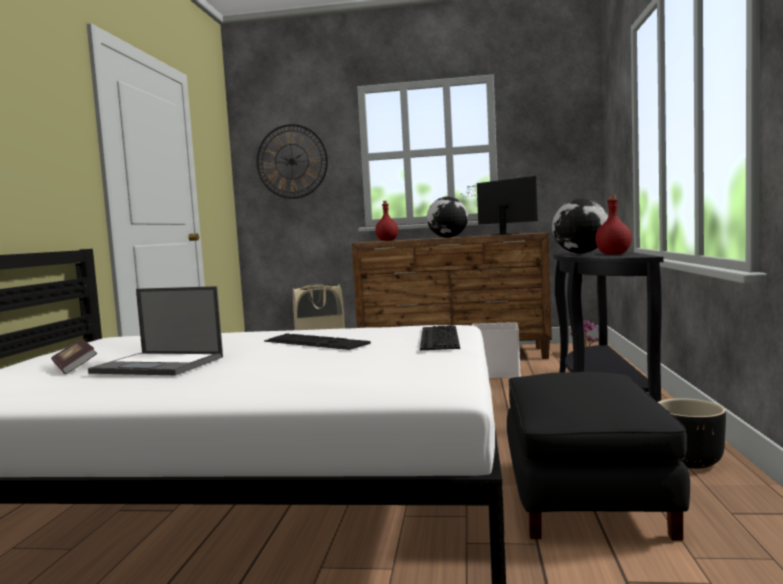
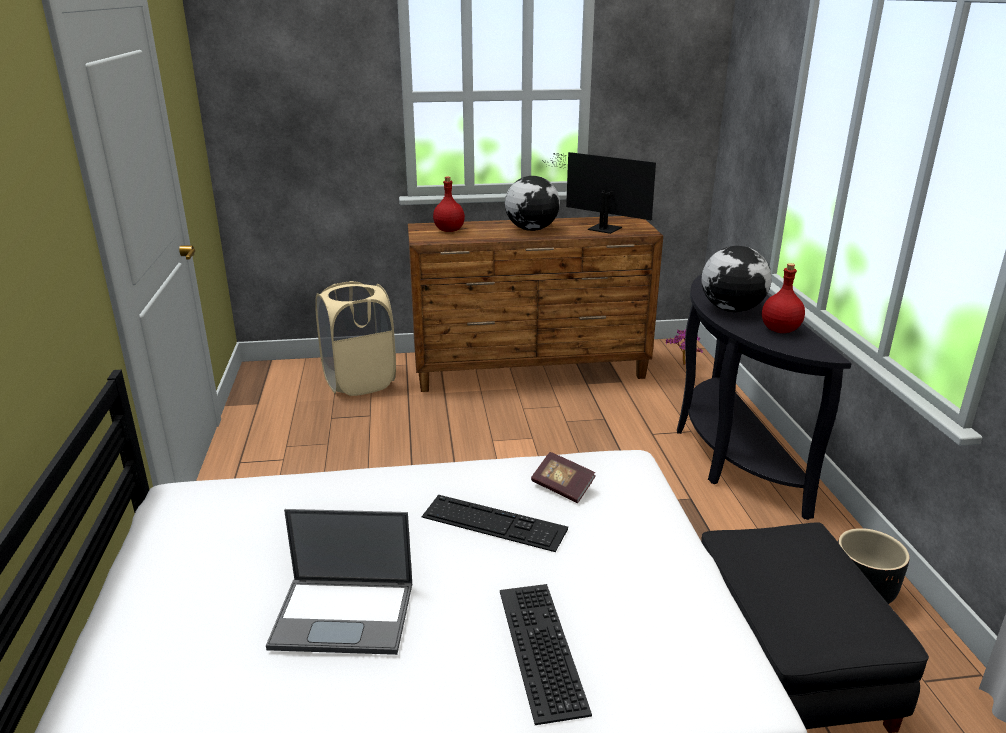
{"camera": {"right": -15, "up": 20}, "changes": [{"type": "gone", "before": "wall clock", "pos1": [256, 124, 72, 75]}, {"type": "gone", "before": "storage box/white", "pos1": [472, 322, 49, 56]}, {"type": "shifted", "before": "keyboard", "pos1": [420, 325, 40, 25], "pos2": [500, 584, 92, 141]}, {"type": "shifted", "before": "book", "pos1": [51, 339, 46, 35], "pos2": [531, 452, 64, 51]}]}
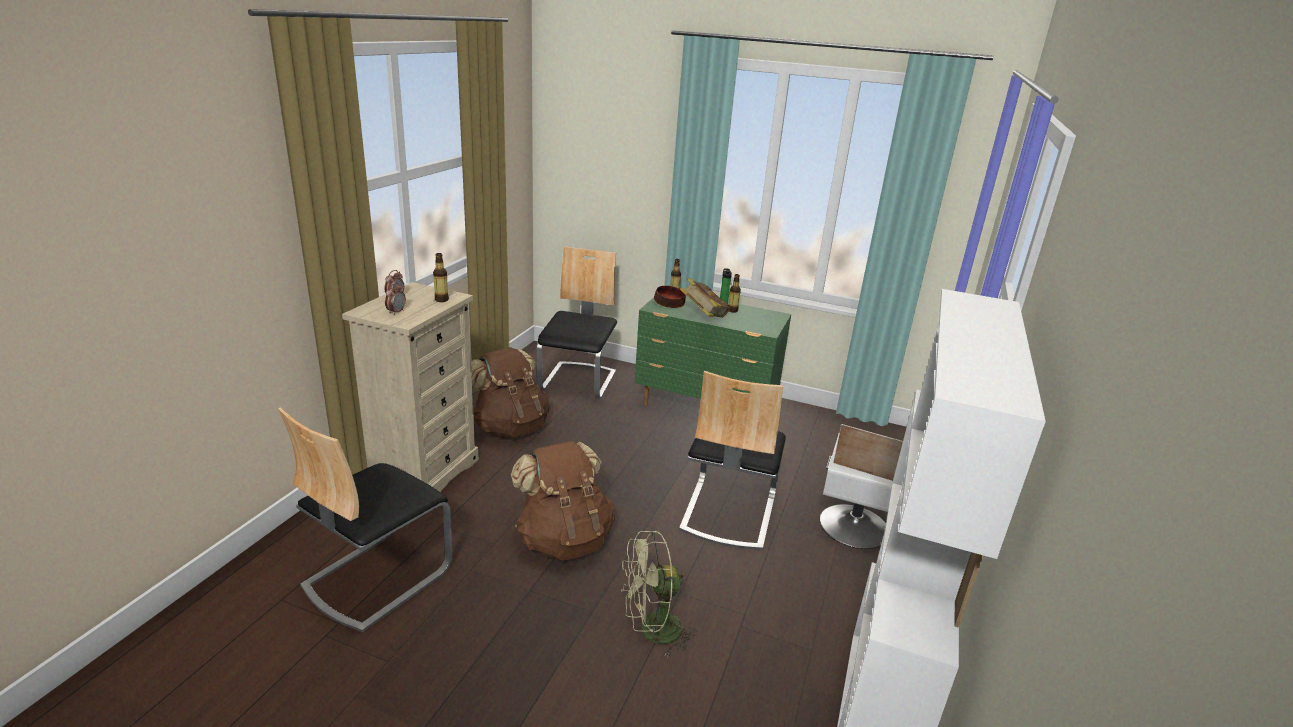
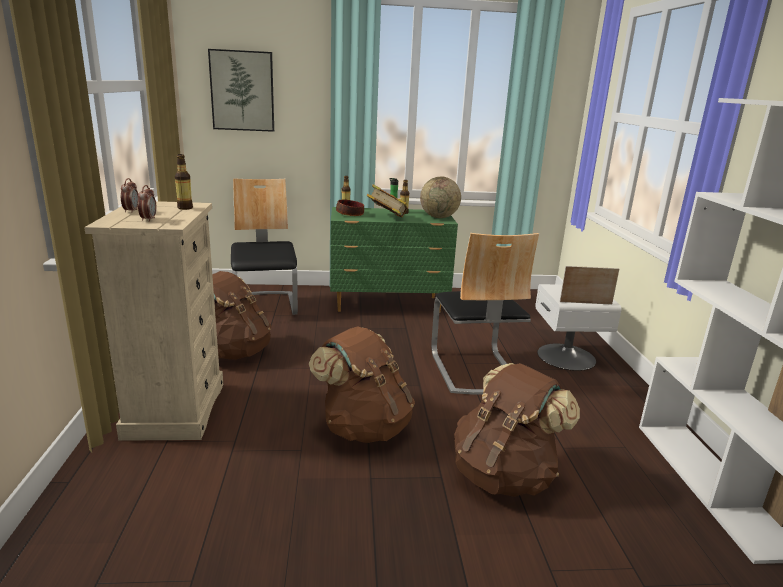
{"camera": {"right": -25, "up": -5}, "changes": [{"type": "gone", "before": "chair", "pos1": [278, 407, 174, 225]}, {"type": "swapped", "before": "fan/green", "after": "backpack/brown", "pos1": [621, 531, 76, 126], "pos2": [454, 363, 126, 134]}, {"type": "new", "after": "picture", "pos2": [208, 49, 66, 83]}, {"type": "new", "after": "globe", "pos2": [420, 176, 41, 42]}]}
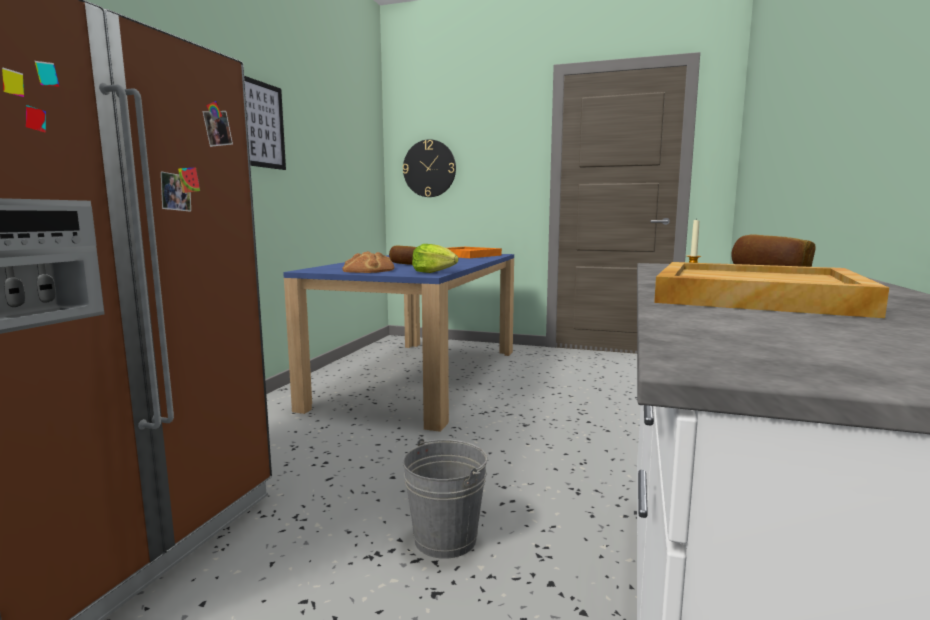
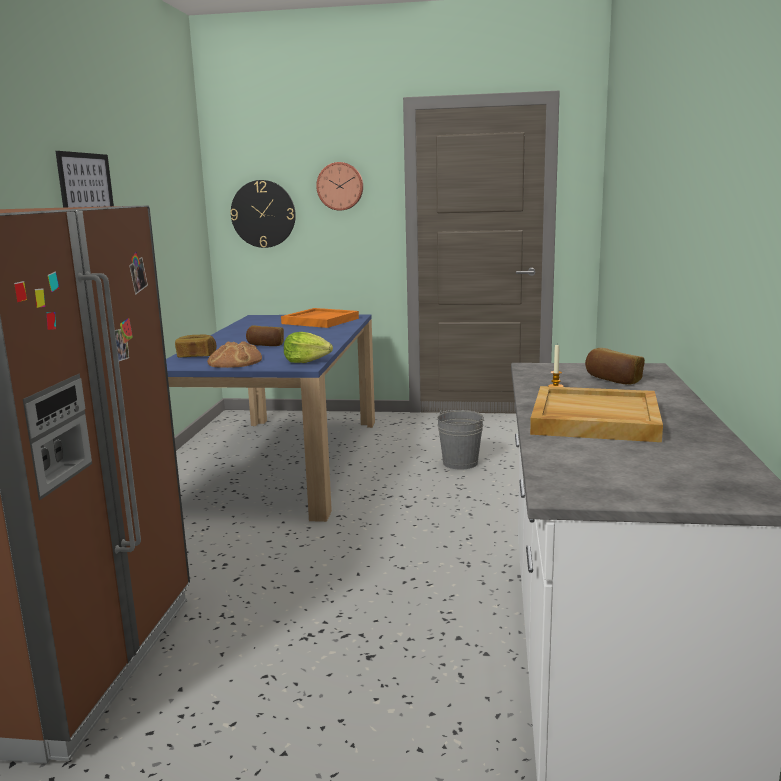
{"camera": {"right": -10, "up": 5}, "changes": [{"type": "shifted", "before": "bucket/grey", "pos1": [403, 438, 85, 121], "pos2": [437, 410, 47, 60]}, {"type": "new", "after": "wall clock", "pos2": [316, 162, 47, 49]}, {"type": "new", "after": "bread", "pos2": [175, 334, 41, 24]}]}
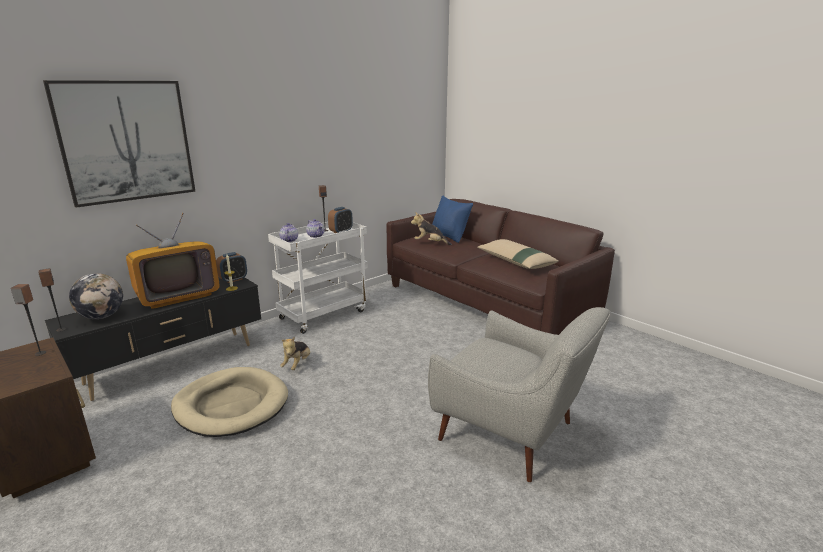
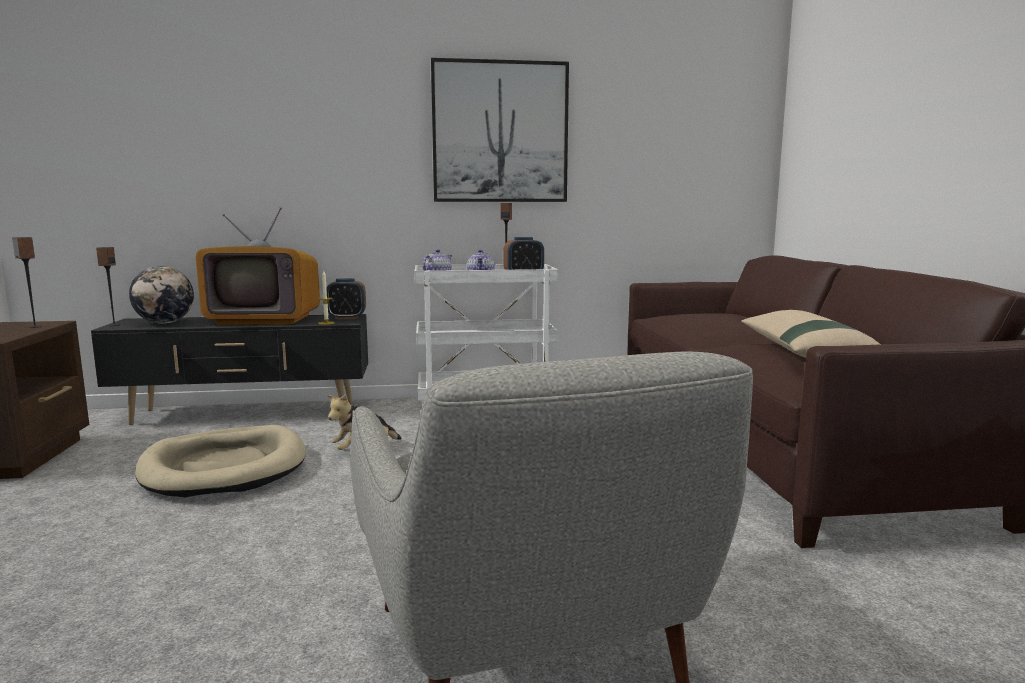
{"camera": {"right": 35, "up": -10}, "changes": [{"type": "shifted", "before": "picture", "pos1": [43, 80, 153, 128], "pos2": [431, 58, 138, 144]}, {"type": "gone", "before": "pillow/blue", "pos1": [432, 195, 41, 48]}, {"type": "gone", "before": "plush toy", "pos1": [411, 212, 41, 33]}]}
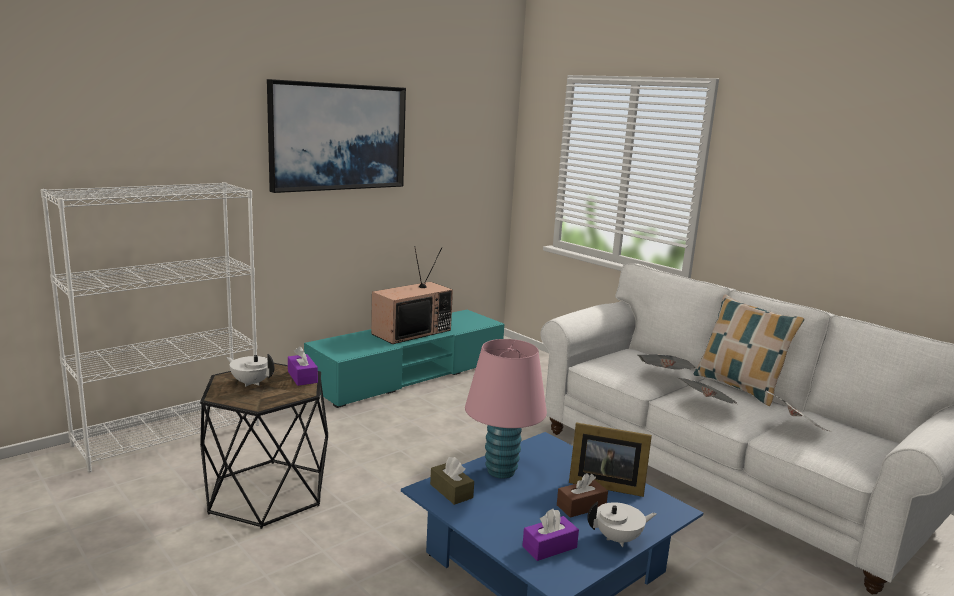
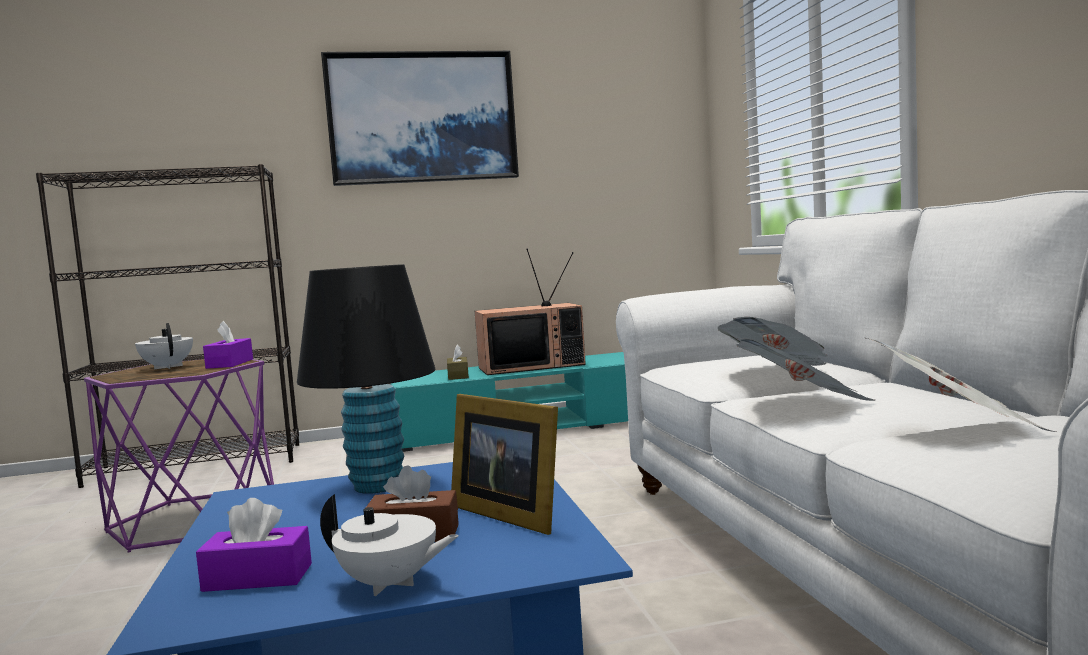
{"camera": {"right": 30, "up": -10}, "changes": [{"type": "repainted", "before": "bookcase/white", "after": "bookcase/black", "pos1": [40, 182, 219, 290], "pos2": [36, 164, 263, 324]}, {"type": "gone", "before": "pillow", "pos1": [694, 294, 110, 112]}, {"type": "repainted", "before": "table lamp/pink", "after": "table lamp/black", "pos1": [465, 339, 82, 140], "pos2": [297, 264, 139, 230]}, {"type": "repainted", "before": "side table/black", "after": "side table/purple", "pos1": [200, 363, 128, 166], "pos2": [84, 359, 190, 193]}, {"type": "shifted", "before": "tissue box/brown", "pos1": [430, 457, 44, 48], "pos2": [447, 344, 22, 36]}]}
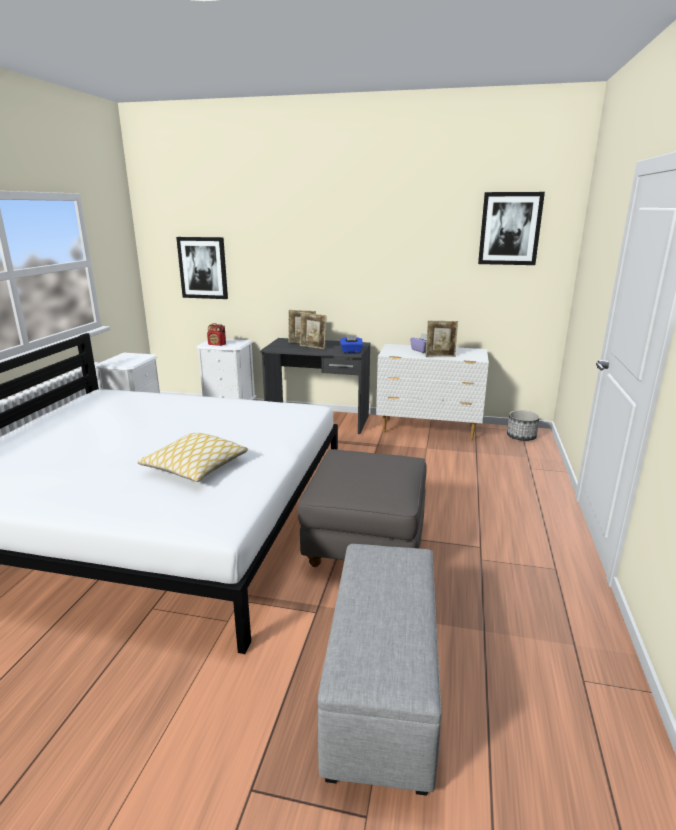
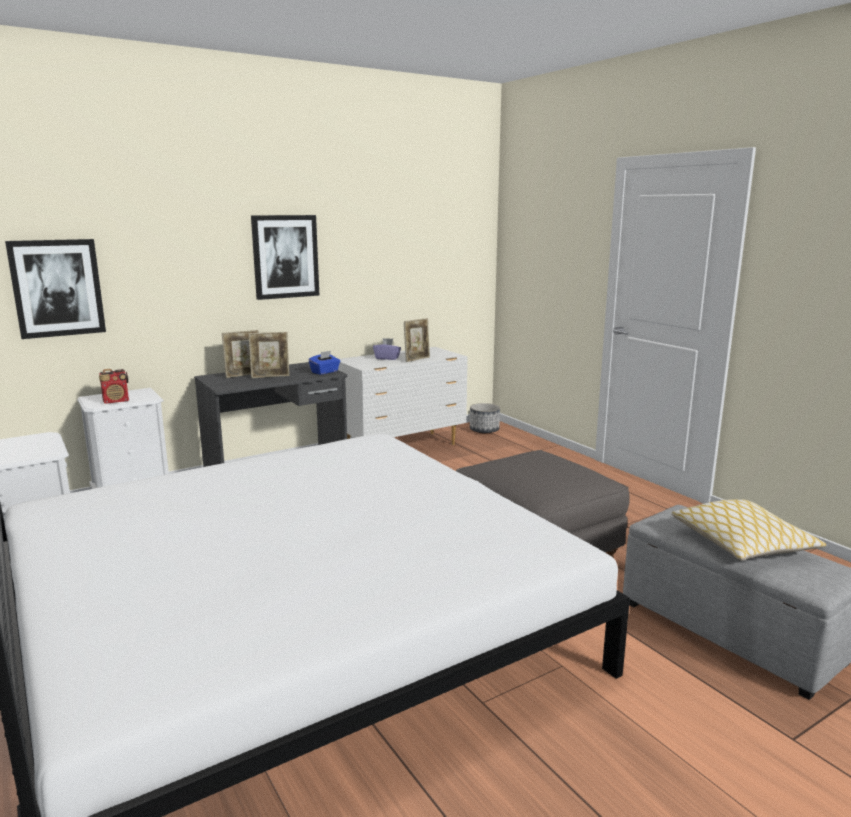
{"camera": {"right": -45, "up": -5}, "changes": [{"type": "shifted", "before": "picture", "pos1": [478, 192, 67, 73], "pos2": [251, 215, 68, 85]}, {"type": "shifted", "before": "pillow", "pos1": [138, 433, 110, 49], "pos2": [671, 499, 156, 61]}]}
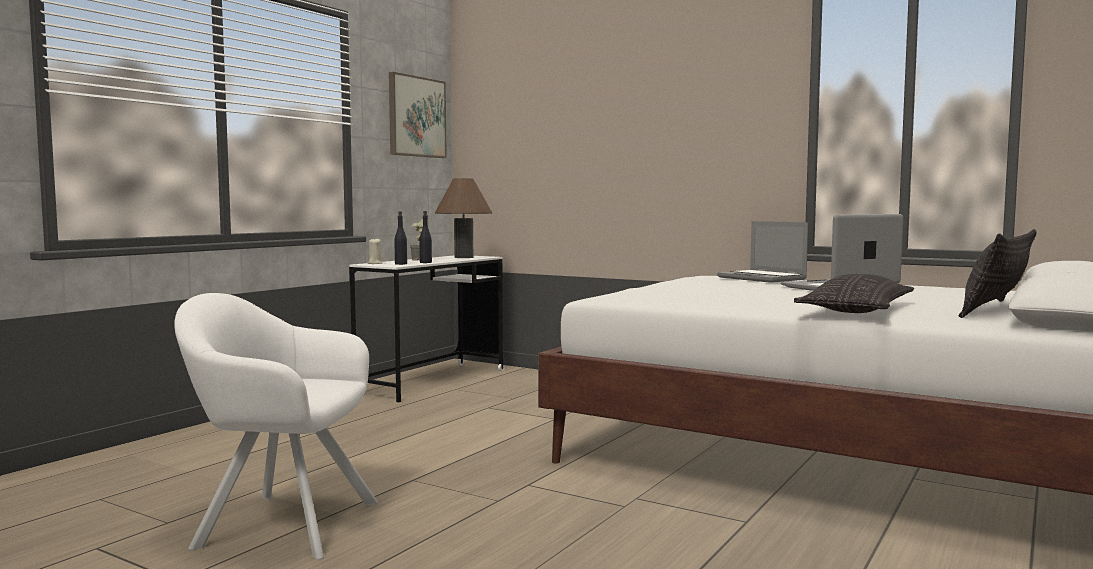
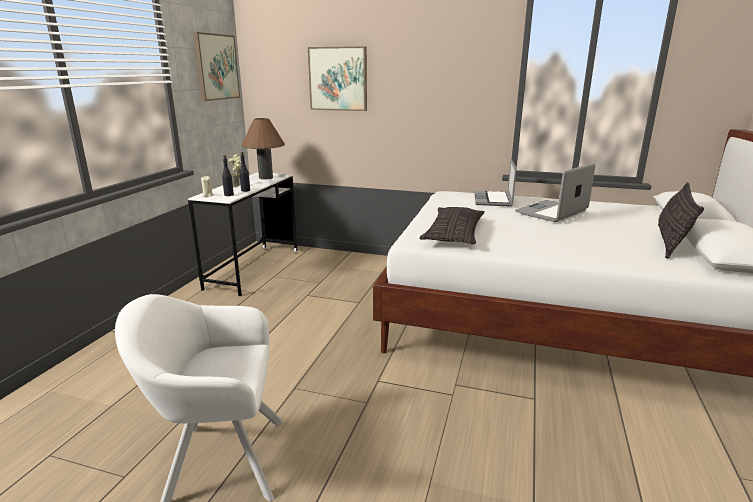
{"camera": {"right": -15, "up": 15}, "changes": [{"type": "rotated", "before": "laptop", "pos1": [717, 221, 91, 62], "pos2": [474, 159, 43, 48], "turn": 60}, {"type": "shifted", "before": "pillow", "pos1": [794, 274, 120, 39], "pos2": [420, 207, 65, 37]}, {"type": "new", "after": "picture", "pos2": [308, 46, 59, 65]}]}
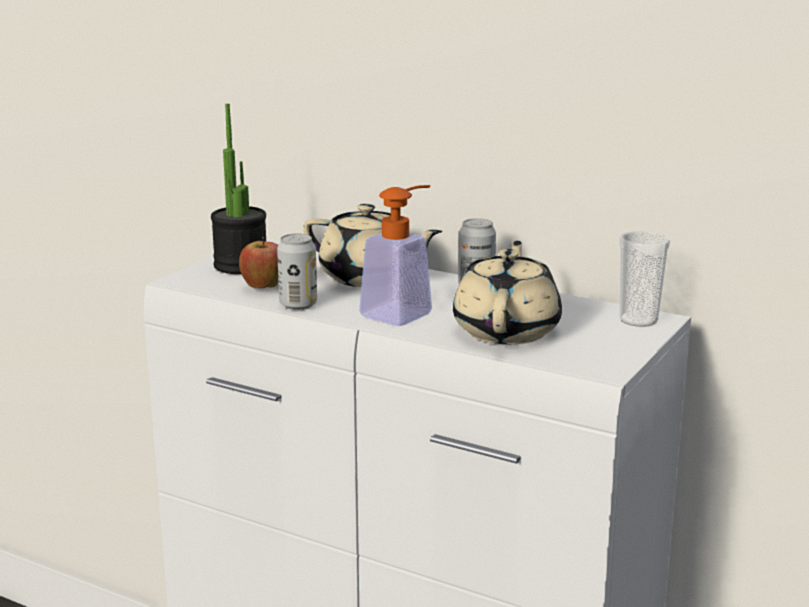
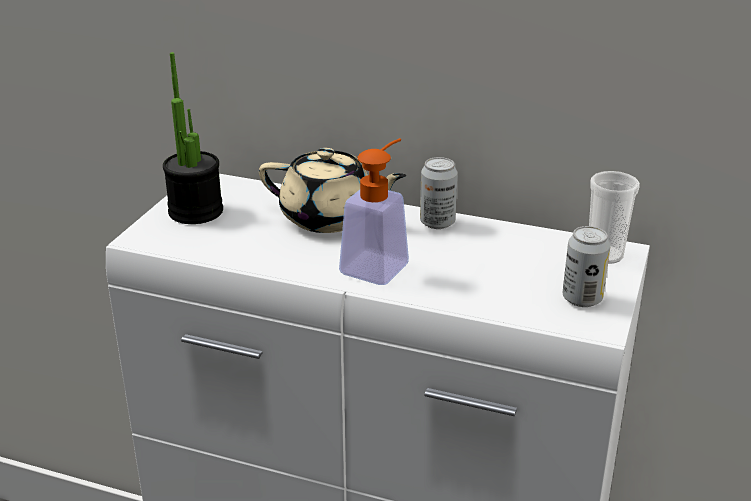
{"camera": {"right": -10, "up": 10}, "changes": [{"type": "shifted", "before": "can", "pos1": [277, 233, 40, 77], "pos2": [563, 226, 47, 81]}, {"type": "gone", "before": "apple", "pos1": [239, 236, 39, 52]}, {"type": "gone", "before": "teapot/beige", "pos1": [453, 241, 109, 103]}]}
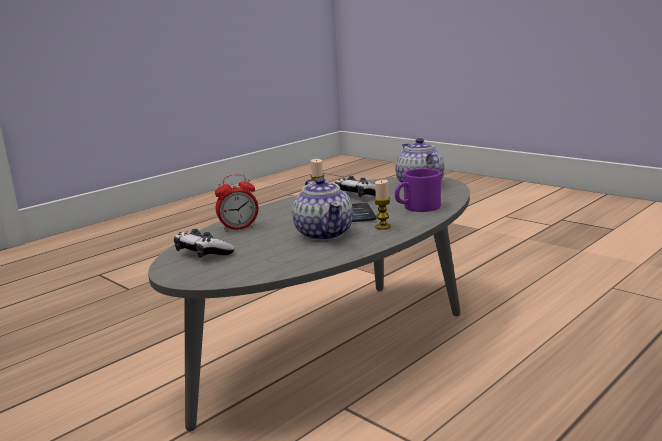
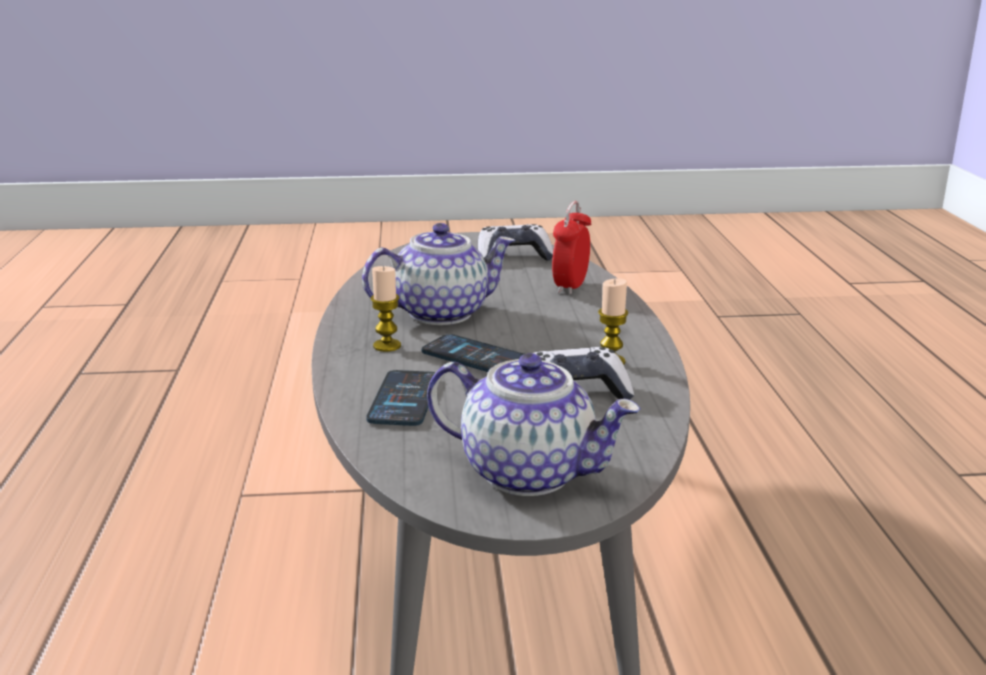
{"camera": {"right": 130, "up": 5}, "changes": [{"type": "swapped", "before": "mug/purple", "after": "phone", "pos1": [395, 168, 46, 44], "pos2": [366, 370, 70, 56]}, {"type": "rotated", "before": "teapot", "pos1": [292, 177, 61, 64], "pos2": [362, 223, 153, 102], "turn": 135}]}
